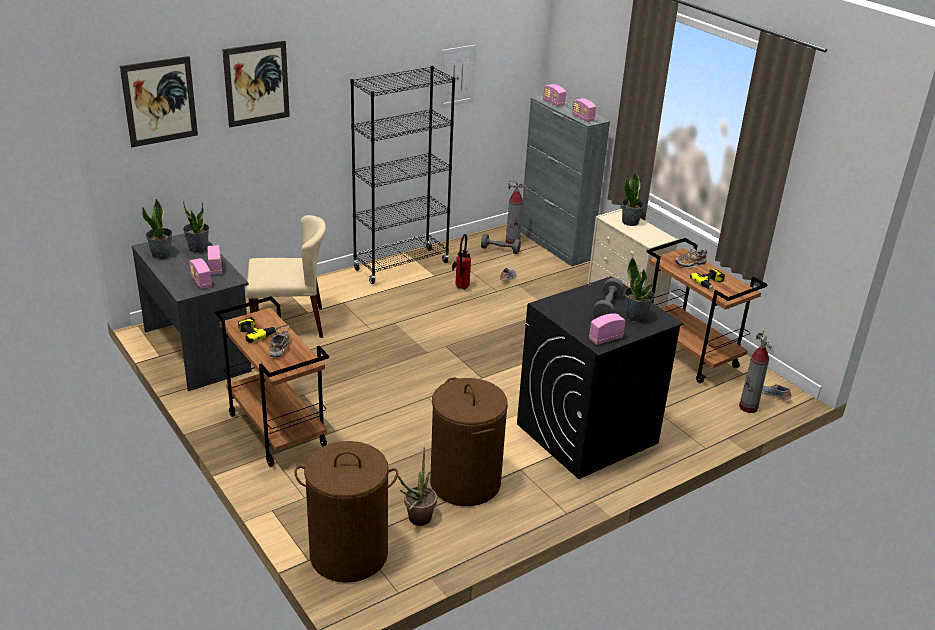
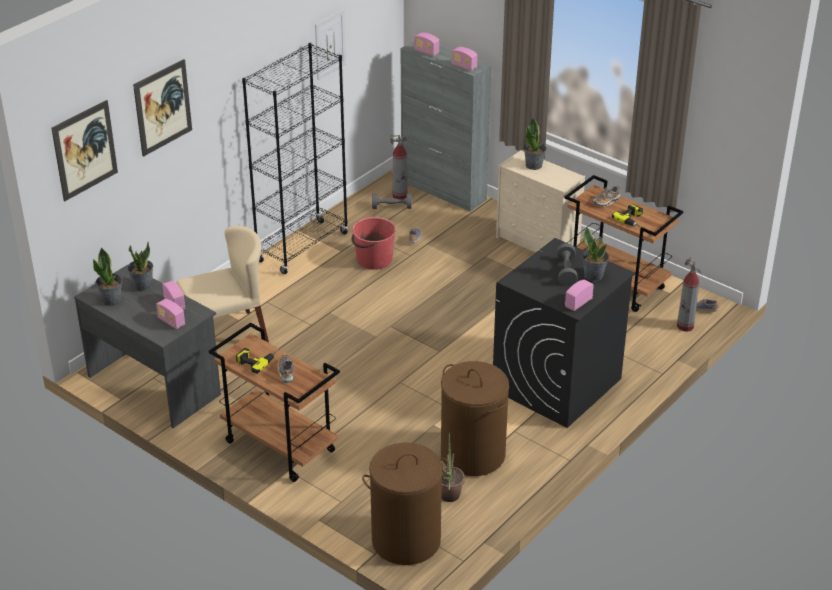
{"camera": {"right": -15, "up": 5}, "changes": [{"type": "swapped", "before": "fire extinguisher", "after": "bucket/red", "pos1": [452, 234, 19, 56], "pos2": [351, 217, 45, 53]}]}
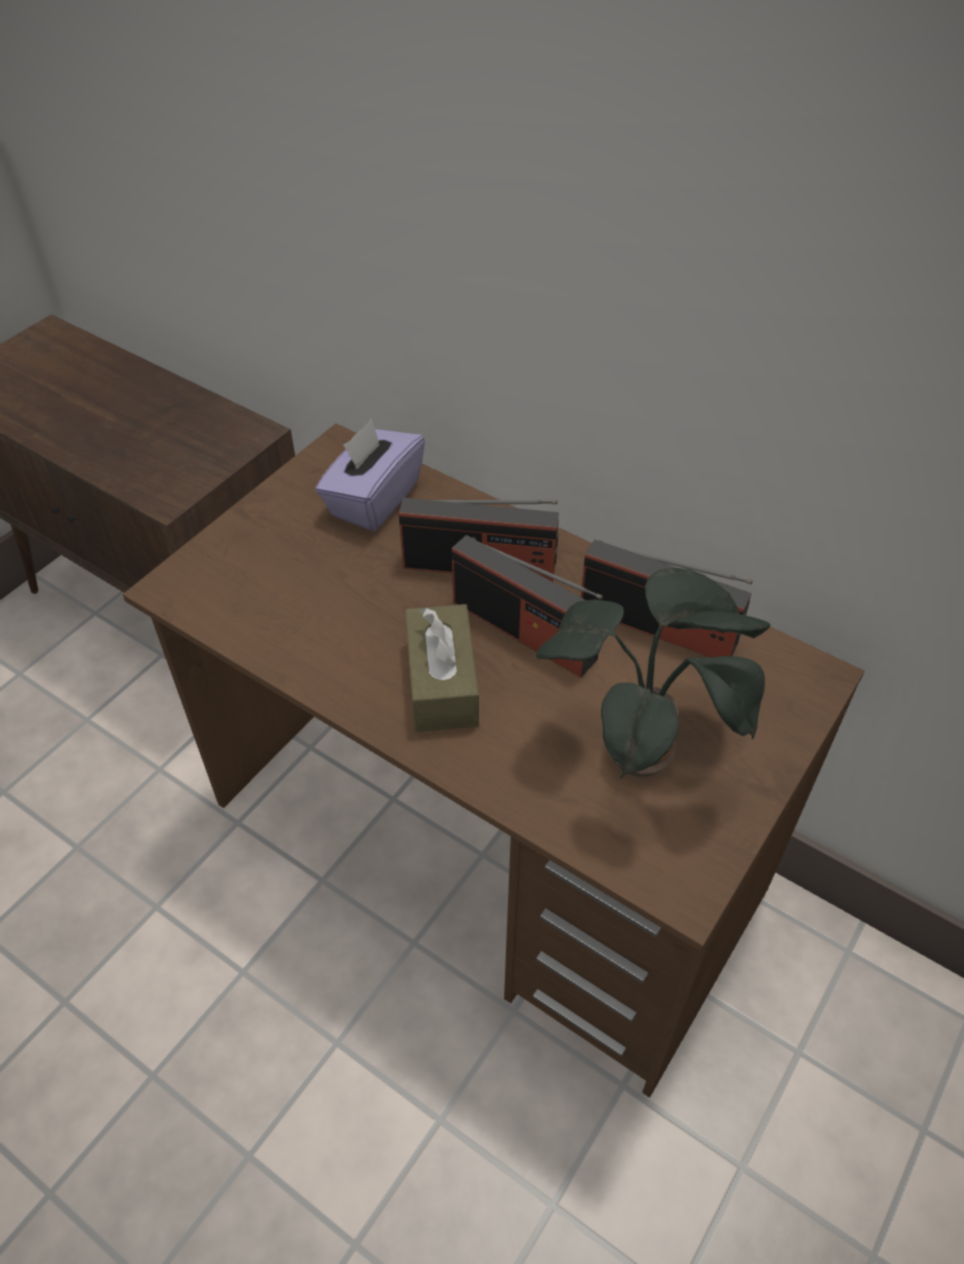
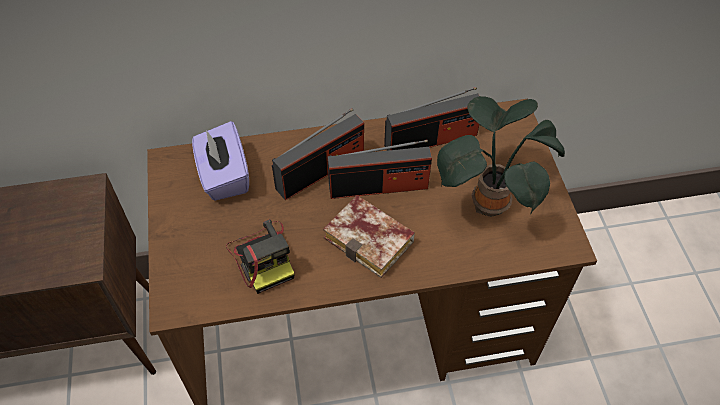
{"camera": {"right": -45, "up": 5}, "changes": [{"type": "swapped", "before": "tissue box/brown", "after": "book", "pos1": [405, 604, 74, 128], "pos2": [323, 195, 92, 83]}, {"type": "new", "after": "photo camera", "pos2": [226, 219, 68, 75]}]}
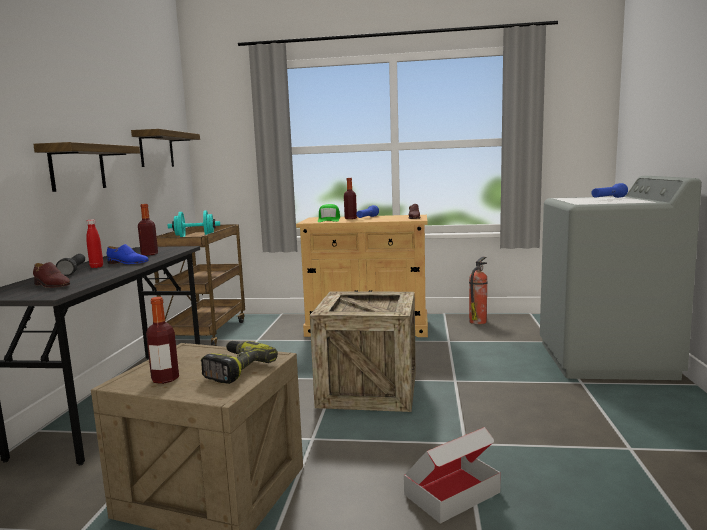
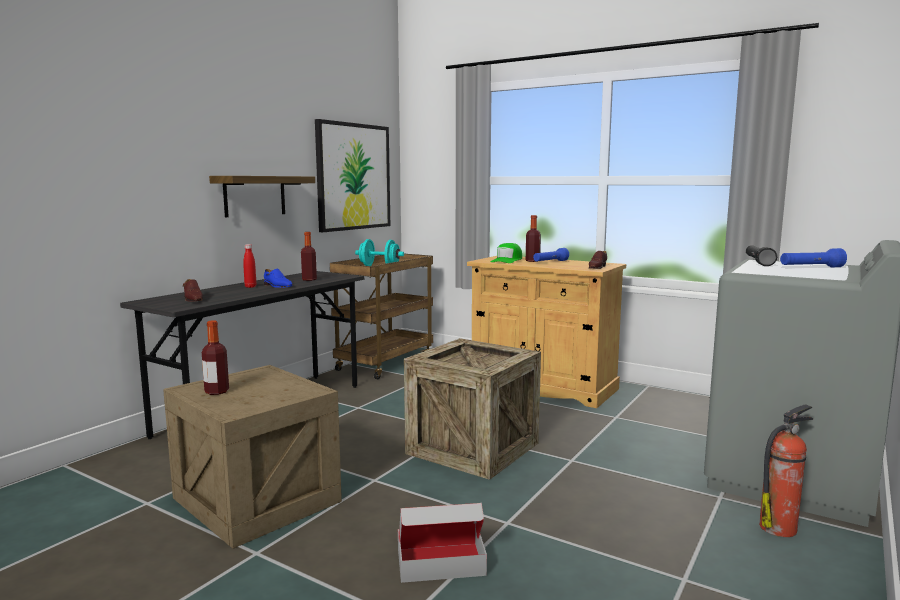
{"camera": {"right": 25, "up": 0}, "changes": [{"type": "swapped", "before": "shelf", "after": "picture", "pos1": [131, 129, 69, 38], "pos2": [315, 119, 75, 113]}, {"type": "shifted", "before": "flashlight/black", "pos1": [56, 254, 29, 22], "pos2": [746, 245, 31, 21]}, {"type": "shifted", "before": "fire extinguisher", "pos1": [469, 257, 19, 67], "pos2": [759, 404, 54, 133]}, {"type": "gone", "before": "power drill", "pos1": [201, 341, 77, 43]}]}
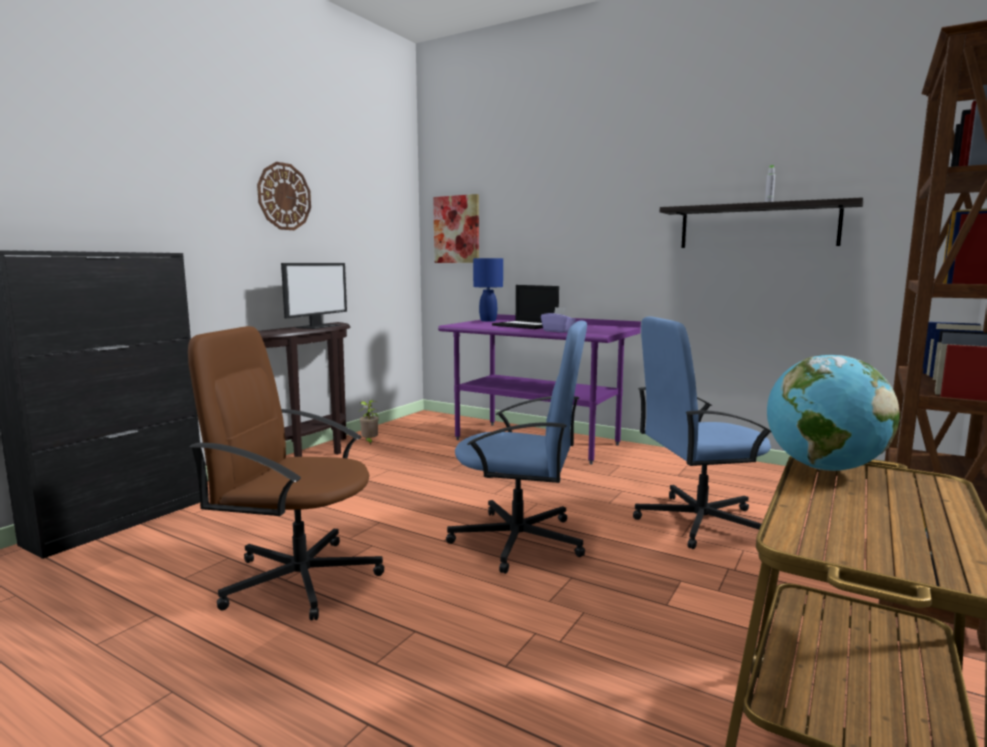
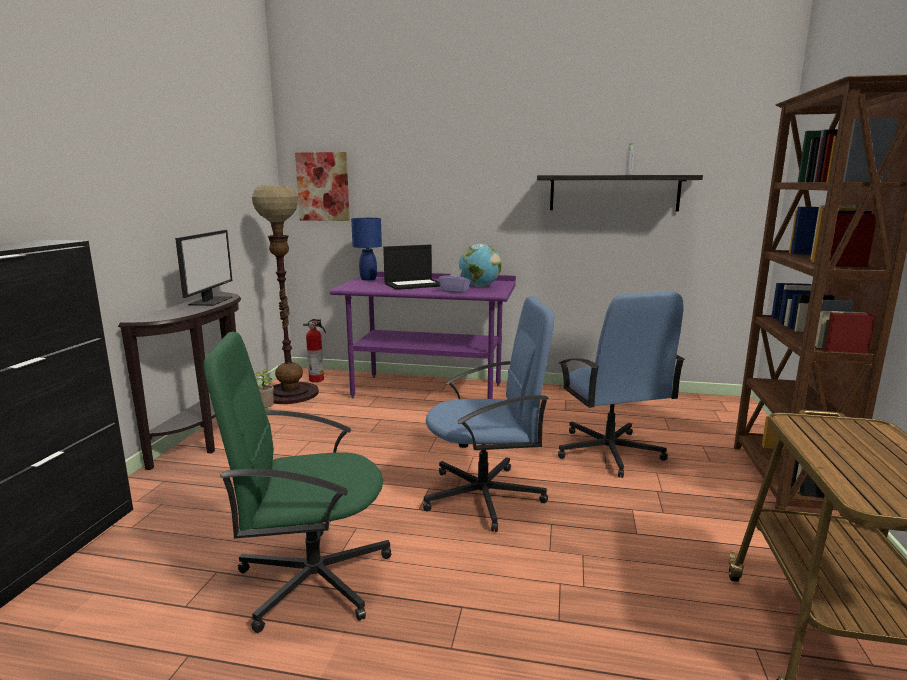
{"camera": {"right": -20, "up": 5}, "changes": [{"type": "gone", "before": "wall clock", "pos1": [257, 162, 54, 68]}, {"type": "rotated", "before": "laptop", "pos1": [492, 285, 67, 44], "pos2": [383, 245, 58, 45], "turn": -45}, {"type": "rotated", "before": "office chair/blue", "pos1": [633, 316, 139, 233], "pos2": [558, 292, 127, 186], "turn": -75}, {"type": "repainted", "before": "office chair/brown", "after": "office chair/green", "pos1": [188, 326, 196, 295], "pos2": [203, 332, 188, 301]}, {"type": "shifted", "before": "globe", "pos1": [767, 355, 133, 116], "pos2": [459, 244, 43, 43]}, {"type": "new", "after": "floor lamp", "pos2": [252, 186, 67, 218]}, {"type": "new", "after": "fire extinguisher", "pos2": [303, 319, 23, 63]}]}
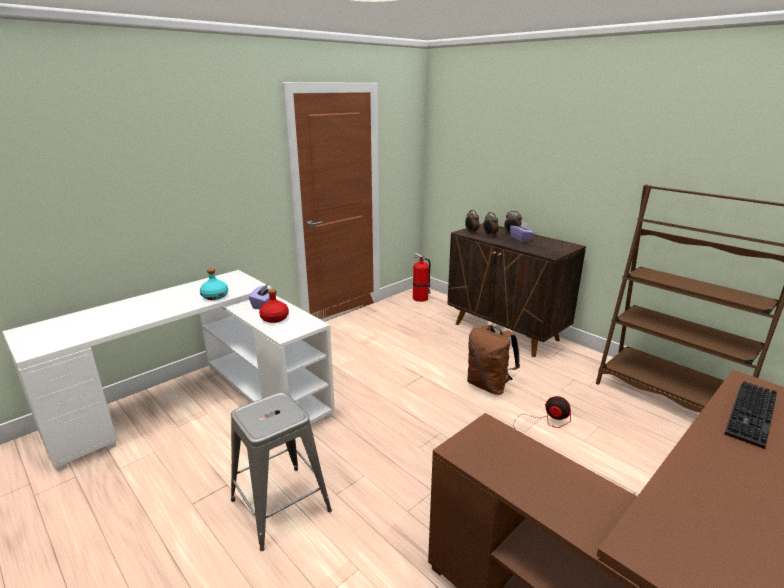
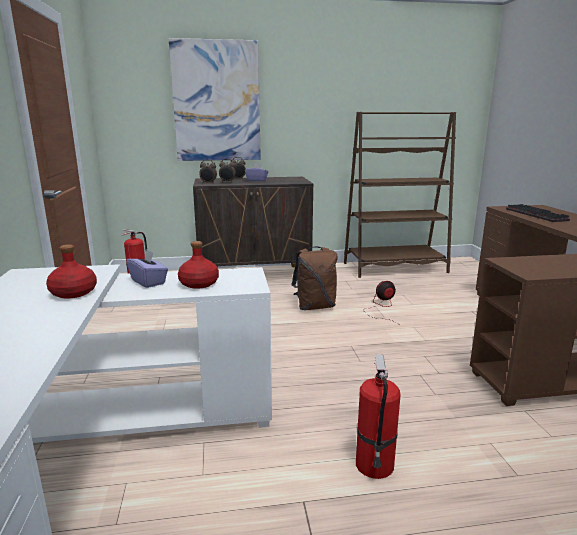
{"camera": {"right": -55, "up": -5}, "changes": [{"type": "repainted", "before": "bottle/turquoise", "after": "bottle/red", "pos1": [200, 269, 28, 31], "pos2": [46, 244, 51, 55]}, {"type": "swapped", "before": "stool/grey", "after": "fire extinguisher", "pos1": [231, 392, 101, 159], "pos2": [356, 354, 45, 125]}, {"type": "new", "after": "picture", "pos2": [169, 38, 92, 123]}]}
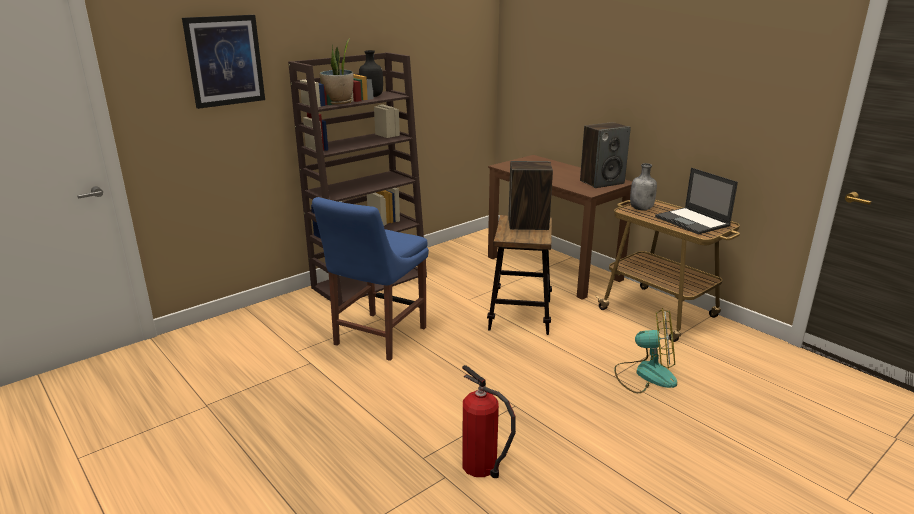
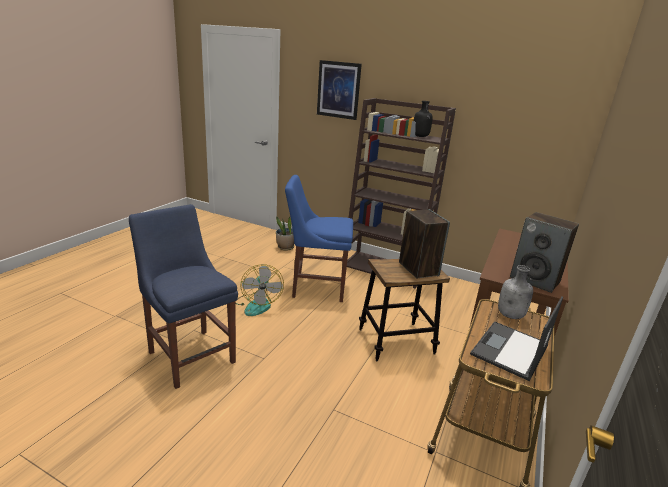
{"camera": {"right": 65, "up": 0}, "changes": [{"type": "shifted", "before": "potted plant", "pos1": [319, 38, 35, 67], "pos2": [276, 217, 18, 33]}, {"type": "shifted", "before": "fan", "pos1": [614, 308, 63, 85], "pos2": [236, 264, 48, 52]}, {"type": "swapped", "before": "fire extinguisher", "after": "chair/blue", "pos1": [462, 365, 54, 113], "pos2": [129, 204, 109, 185]}]}
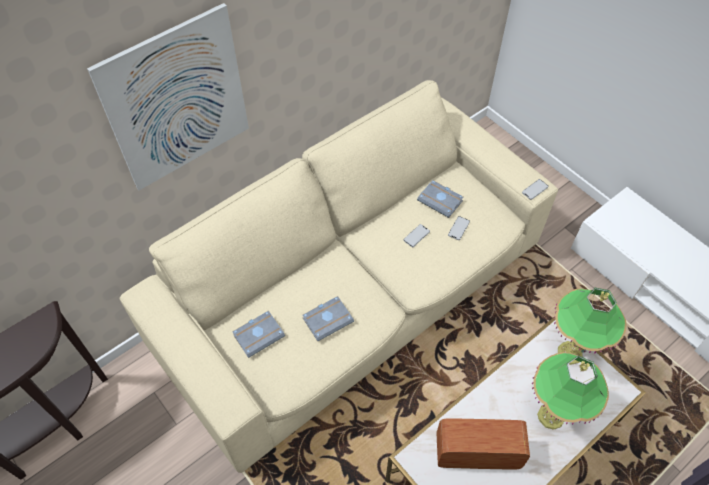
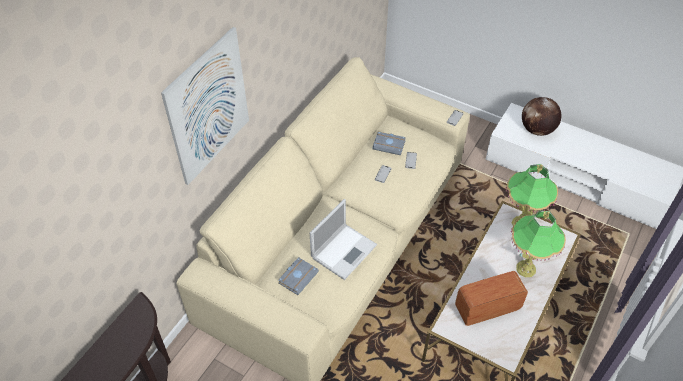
{"camera": {"right": -20, "up": -5}, "changes": [{"type": "swapped", "before": "book/grey", "after": "laptop", "pos1": [302, 296, 52, 45], "pos2": [310, 199, 67, 81]}, {"type": "new", "after": "globe", "pos2": [522, 97, 40, 39]}]}
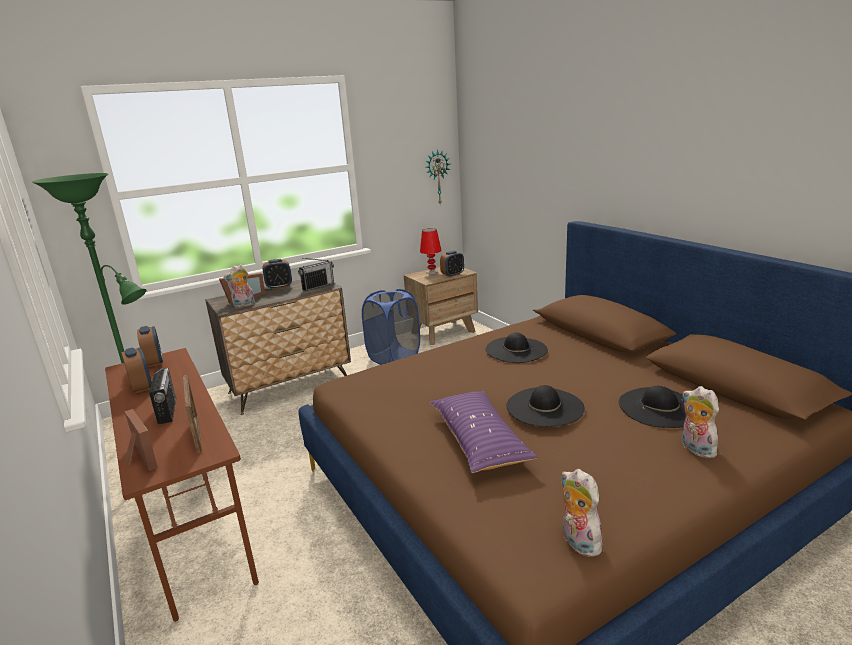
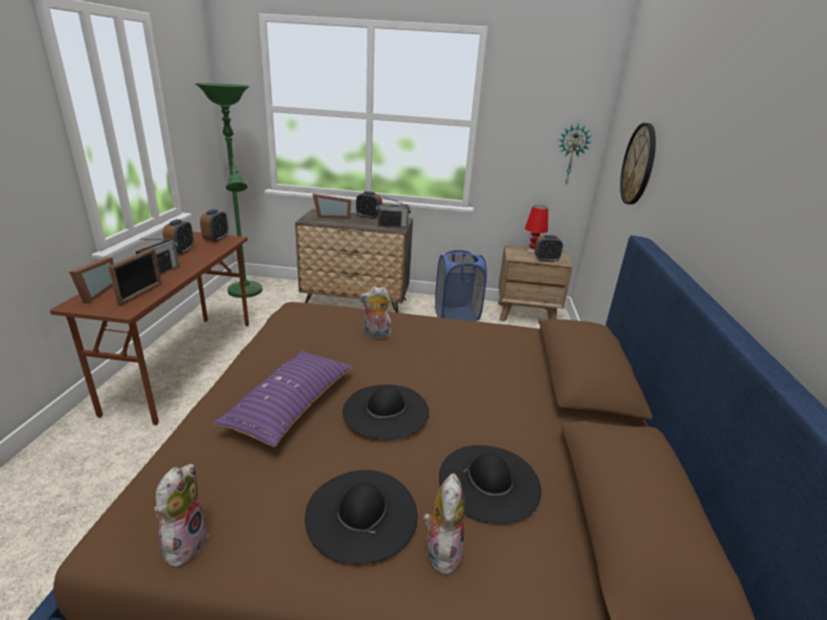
{"camera": {"right": 35, "up": 5}, "changes": [{"type": "shifted", "before": "plush toy", "pos1": [224, 264, 31, 44], "pos2": [360, 287, 31, 52]}, {"type": "shifted", "before": "hat/black", "pos1": [485, 333, 63, 30], "pos2": [305, 470, 113, 94]}, {"type": "new", "after": "wall clock", "pos2": [620, 123, 36, 82]}]}
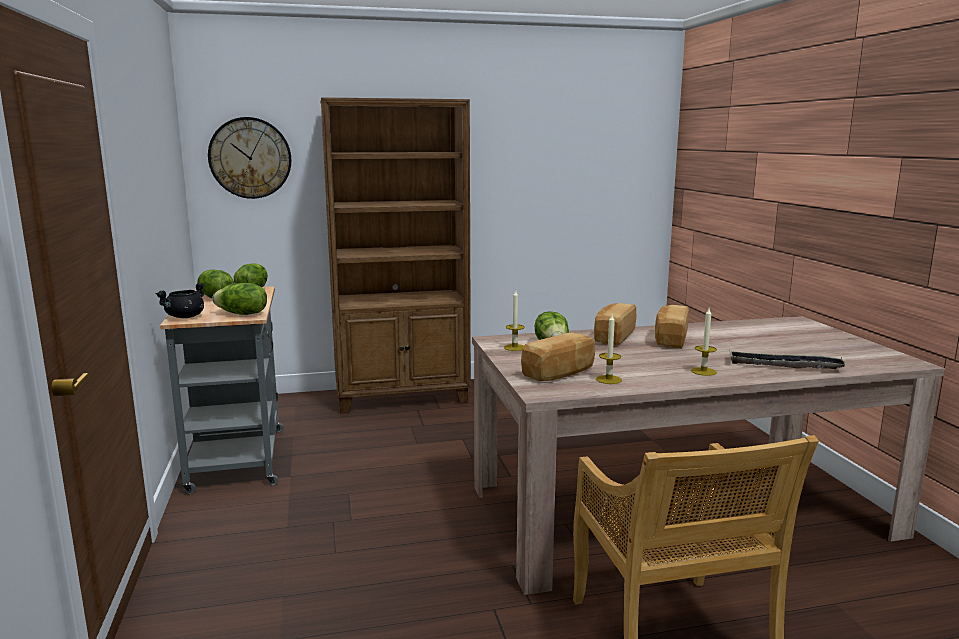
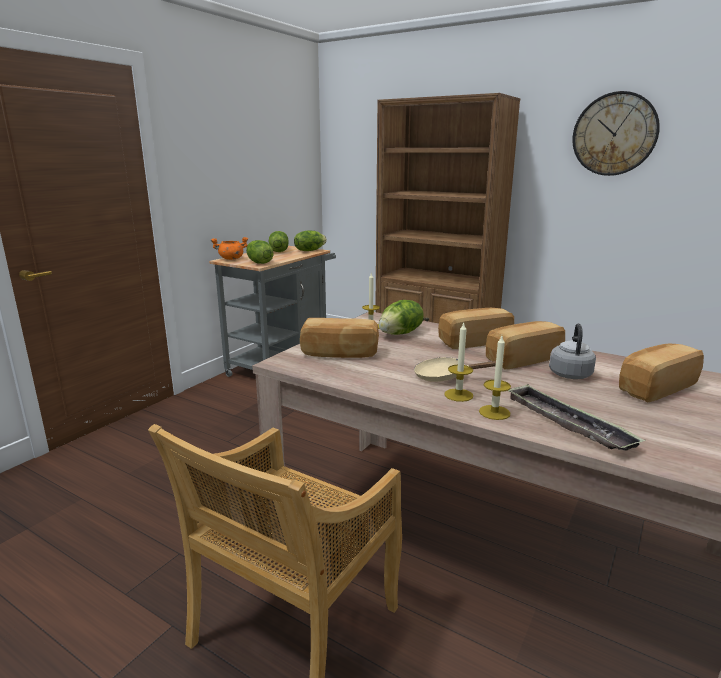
{"camera": {"right": 45, "up": 5}, "changes": [{"type": "shifted", "before": "wall clock", "pos1": [208, 117, 83, 82], "pos2": [573, 91, 87, 85]}, {"type": "repainted", "before": "cooking pot/black", "after": "cooking pot/orange", "pos1": [155, 283, 50, 35], "pos2": [211, 237, 37, 23]}, {"type": "shifted", "before": "candle", "pos1": [596, 315, 26, 69], "pos2": [479, 336, 32, 84]}, {"type": "new", "after": "kettle/grey", "pos2": [549, 323, 47, 56]}, {"type": "new", "after": "bread", "pos2": [619, 343, 85, 59]}, {"type": "new", "after": "frying pan/beige", "pos2": [414, 357, 90, 25]}]}
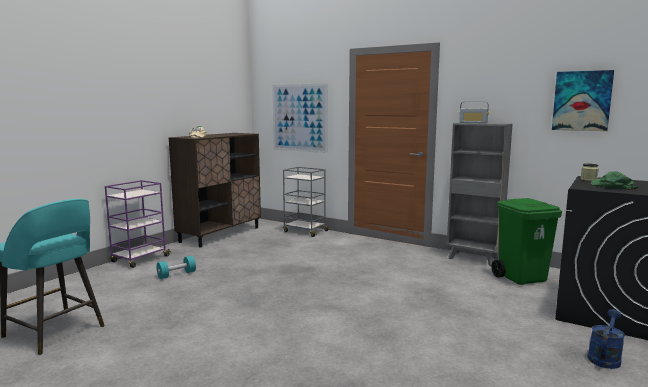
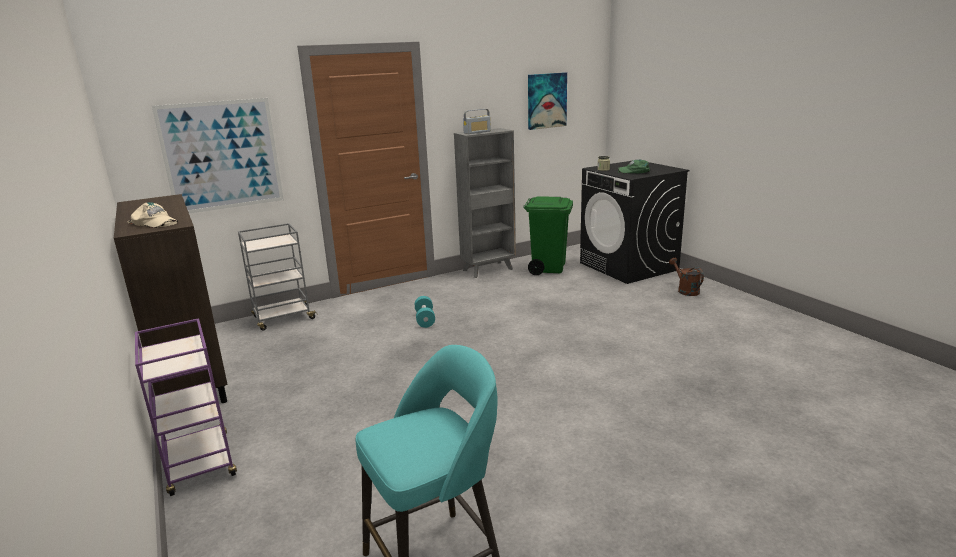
{"camera": {"right": -60, "up": 10}, "changes": [{"type": "shifted", "before": "dumbbell/turquoise", "pos1": [157, 256, 39, 23], "pos2": [415, 296, 20, 32]}, {"type": "repainted", "before": "watering can/blue", "after": "watering can/brown", "pos1": [587, 309, 38, 60], "pos2": [669, 258, 35, 38]}]}
